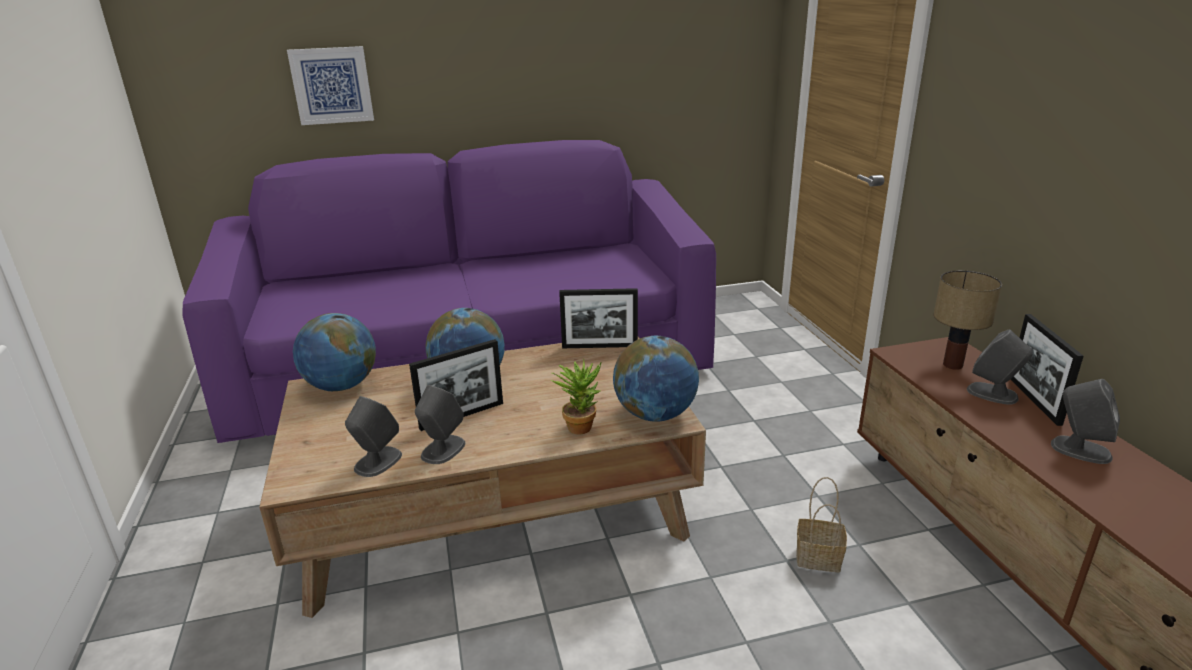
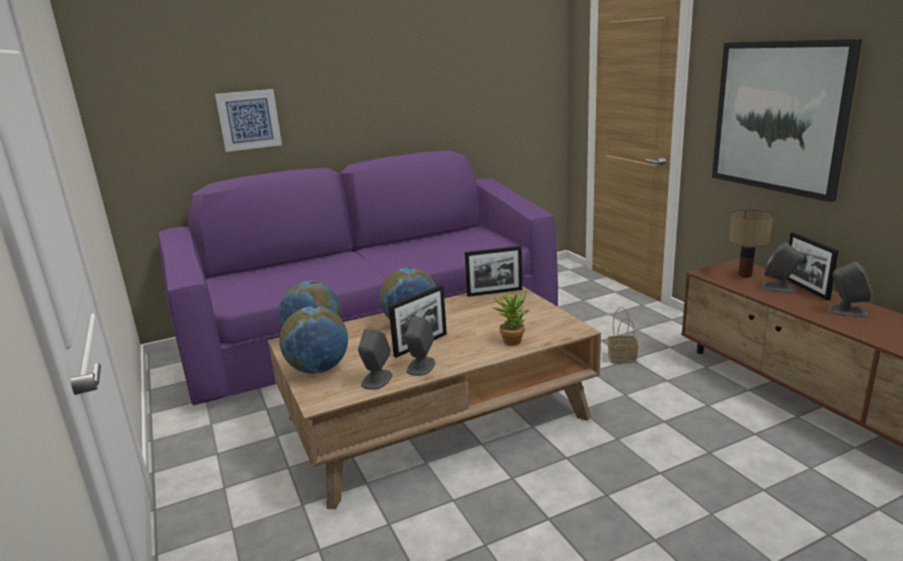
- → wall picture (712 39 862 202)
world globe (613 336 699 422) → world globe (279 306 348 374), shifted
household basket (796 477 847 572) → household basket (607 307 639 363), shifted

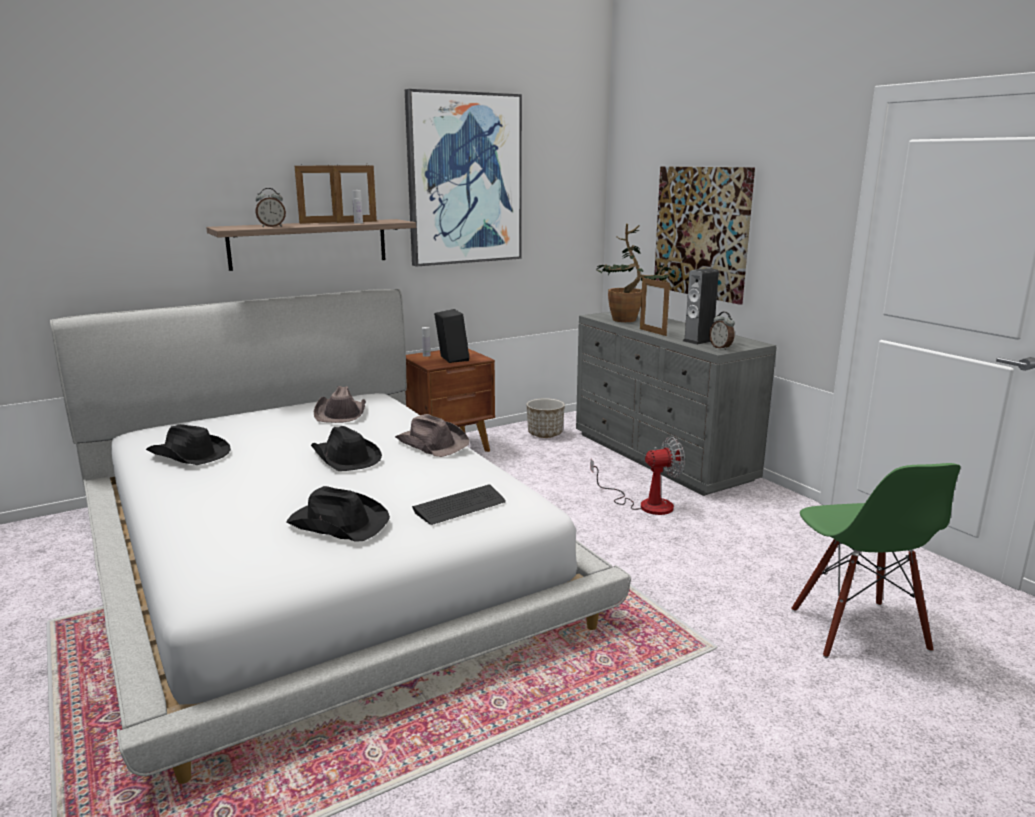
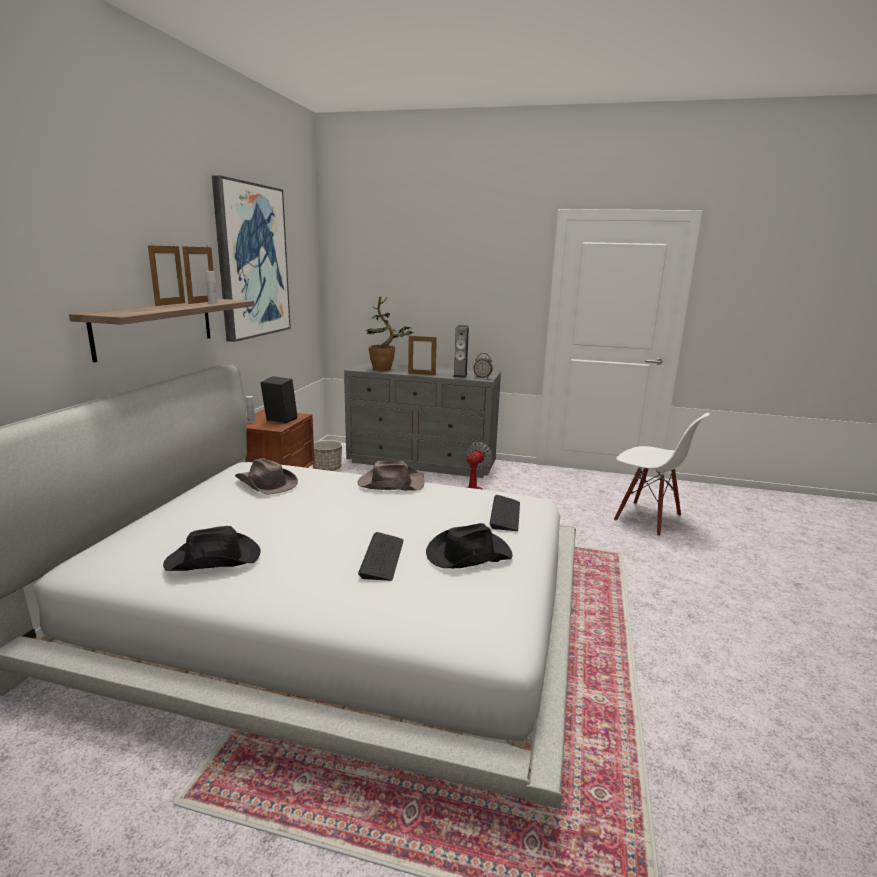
bedside clock (255 188 286 227) → -
black-coloured hat (311 426 382 471) → -
wall picture (654 166 755 305) → -
- → PC keyboard (358 532 404 581)
greenish upright chair (791 463 961 658) → white upright chair (614 413 710 536)

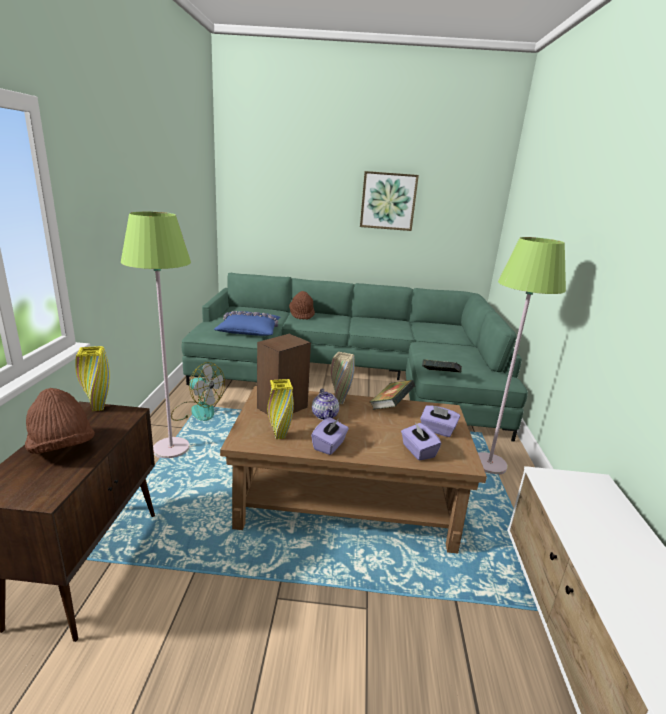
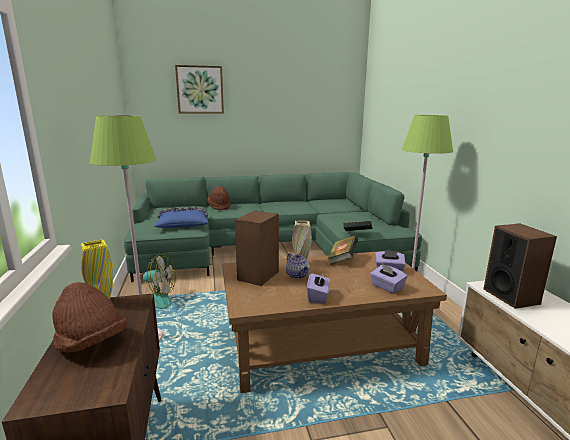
yellowish decorative vase (267 379 294 439) → -
- → speaker (483 223 557 309)
wall picture (360 171 419 231) → wall picture (175 65 224 113), shifted

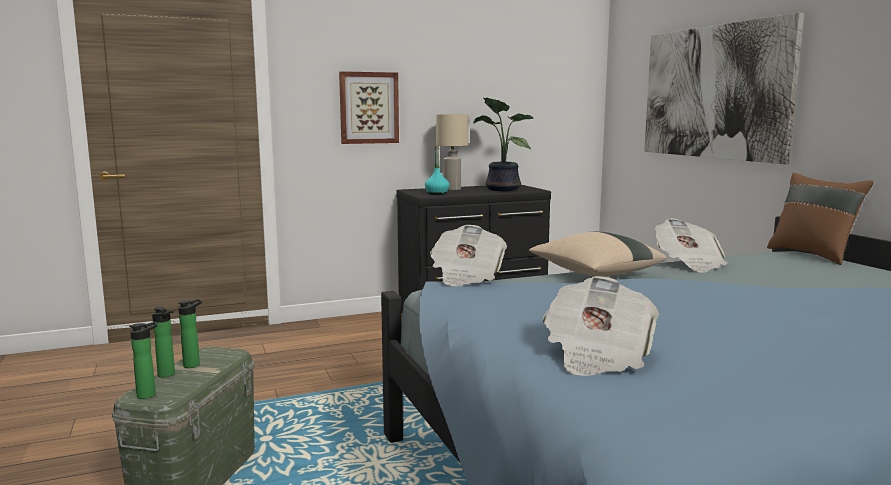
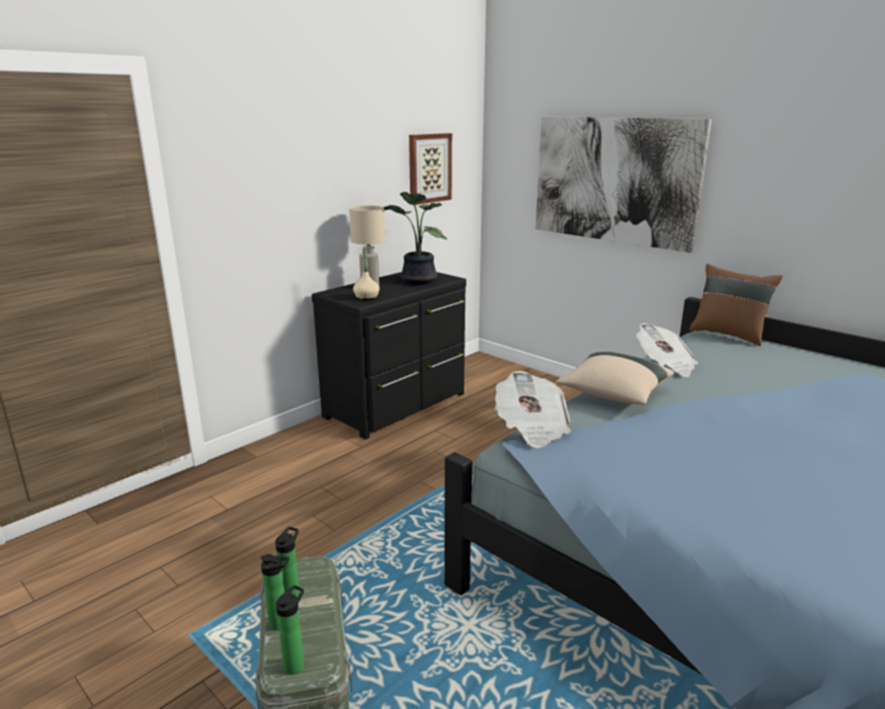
newspaper (543 276 659 376) → -
wall picture (339 71 399 144) → wall picture (409 133 452 205), shifted
turquoise beverage bottle (425 146 449 195) → beige-coloured beverage bottle (353 248 380 301)

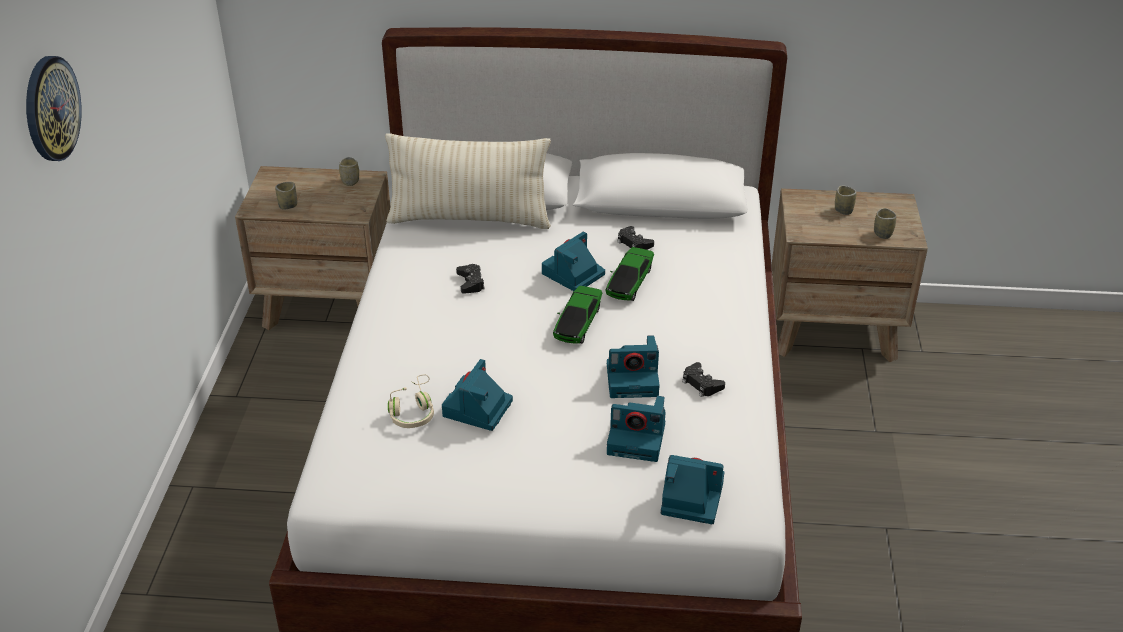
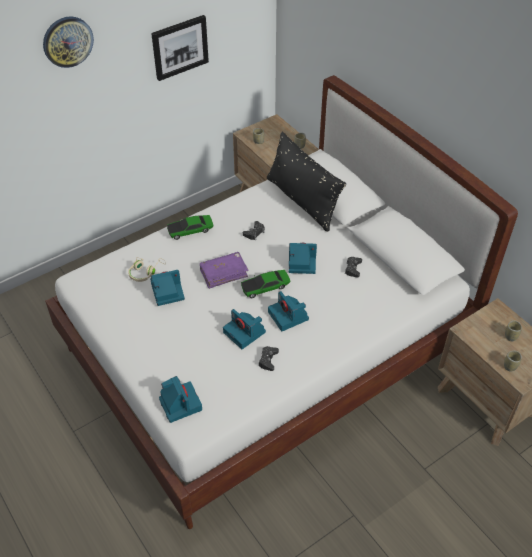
- → wall picture (151 15 209 81)
- → purplish volume (200 252 249 289)
miniature car (606 247 654 301) → miniature car (167 215 214 240), shifted
still camera (607 396 666 462) → still camera (268 291 309 331), shifted
beige-coloured cushion (385 133 551 229) → black-coloured cushion (267 132 346 232)

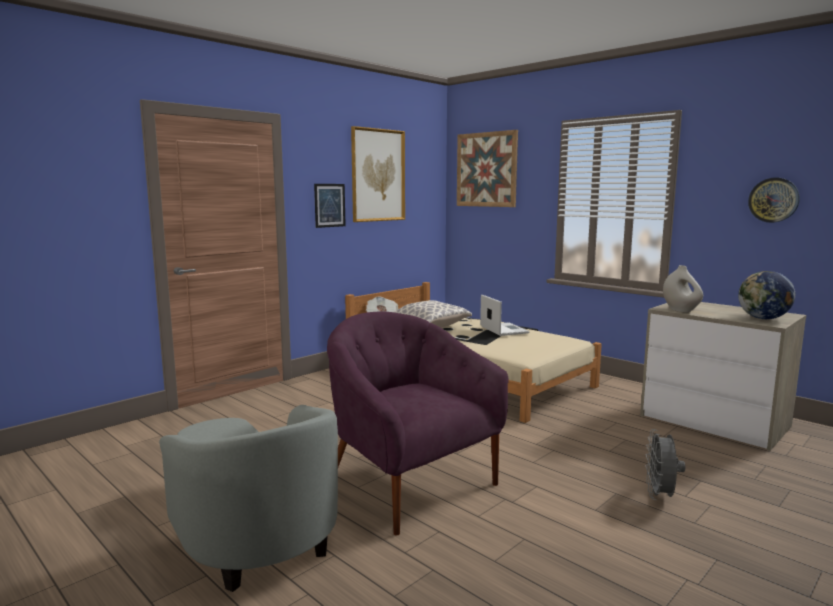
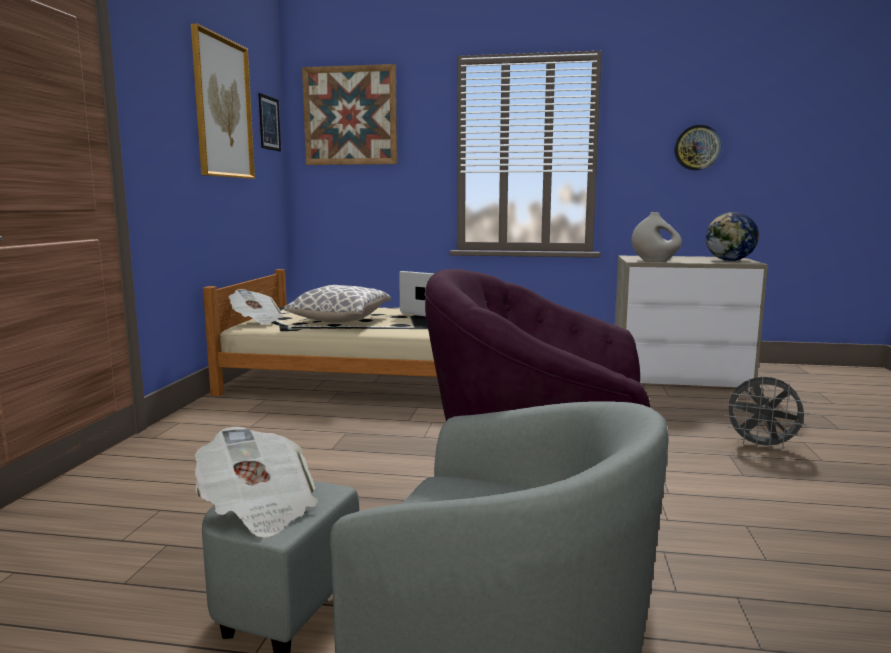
- → newspaper (195 426 318 538)
wall picture (314 184 346 228) → wall picture (258 93 281 151), shifted
grey cooling fan (645 429 685 500) → grey cooling fan (724 376 810 451), 45 degrees counterclockwise

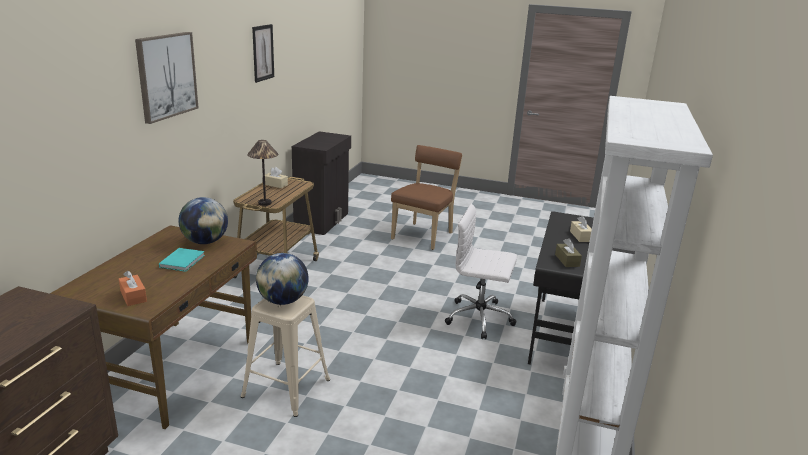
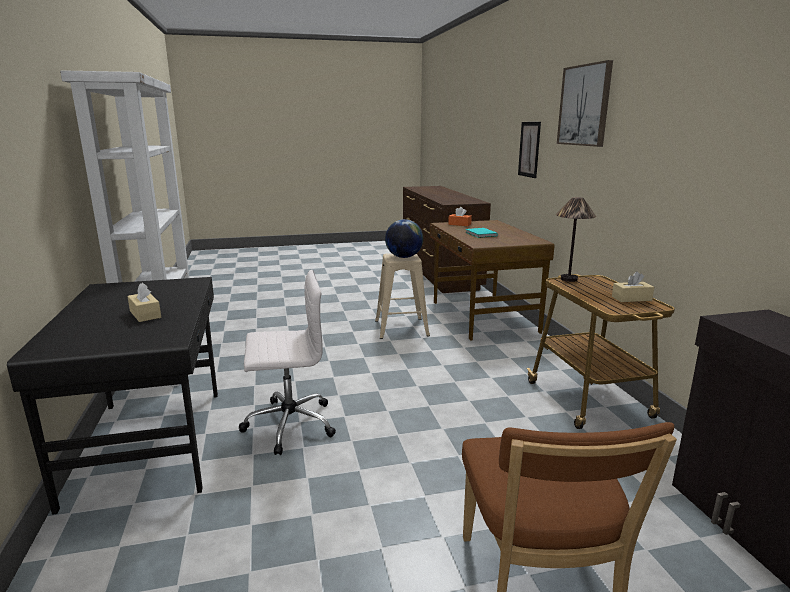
world globe (179 197 228 244) → -
brown tissue holder (555 238 582 267) → -
wall picture (252 24 274 83) → wall picture (518 122 541 178), shifted

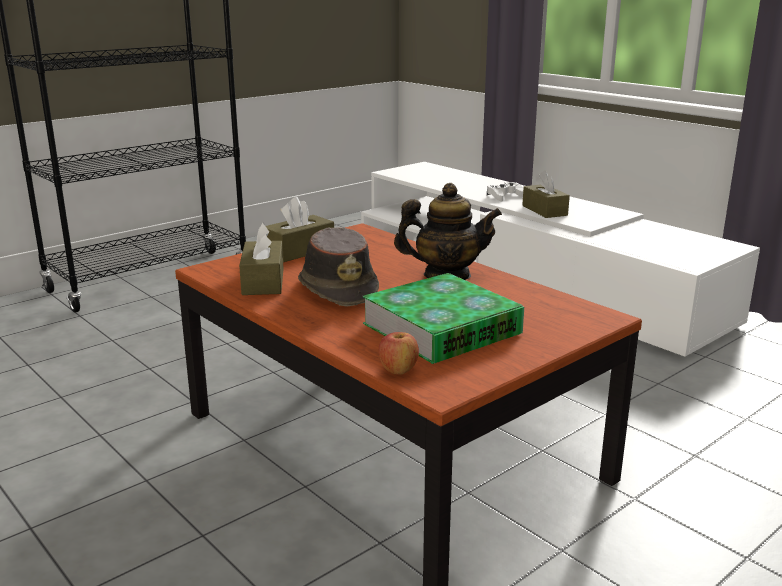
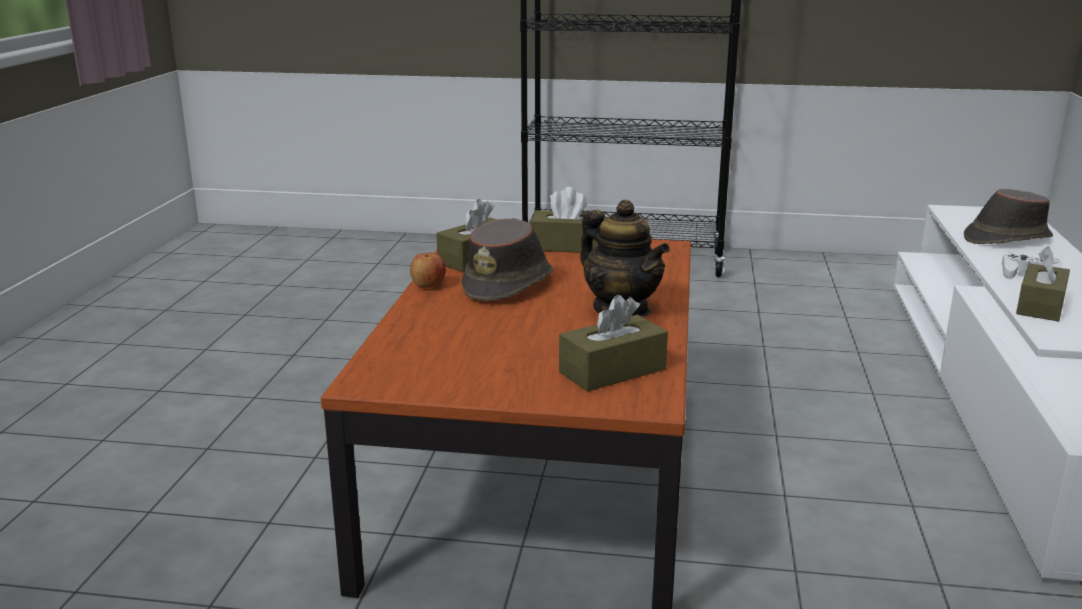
volume (363 273 524 364) → -
- → brown tissue holder (559 295 668 392)
- → brown hat (964 189 1053 244)
apple (379 332 419 375) → apple (410 253 446 288), shifted

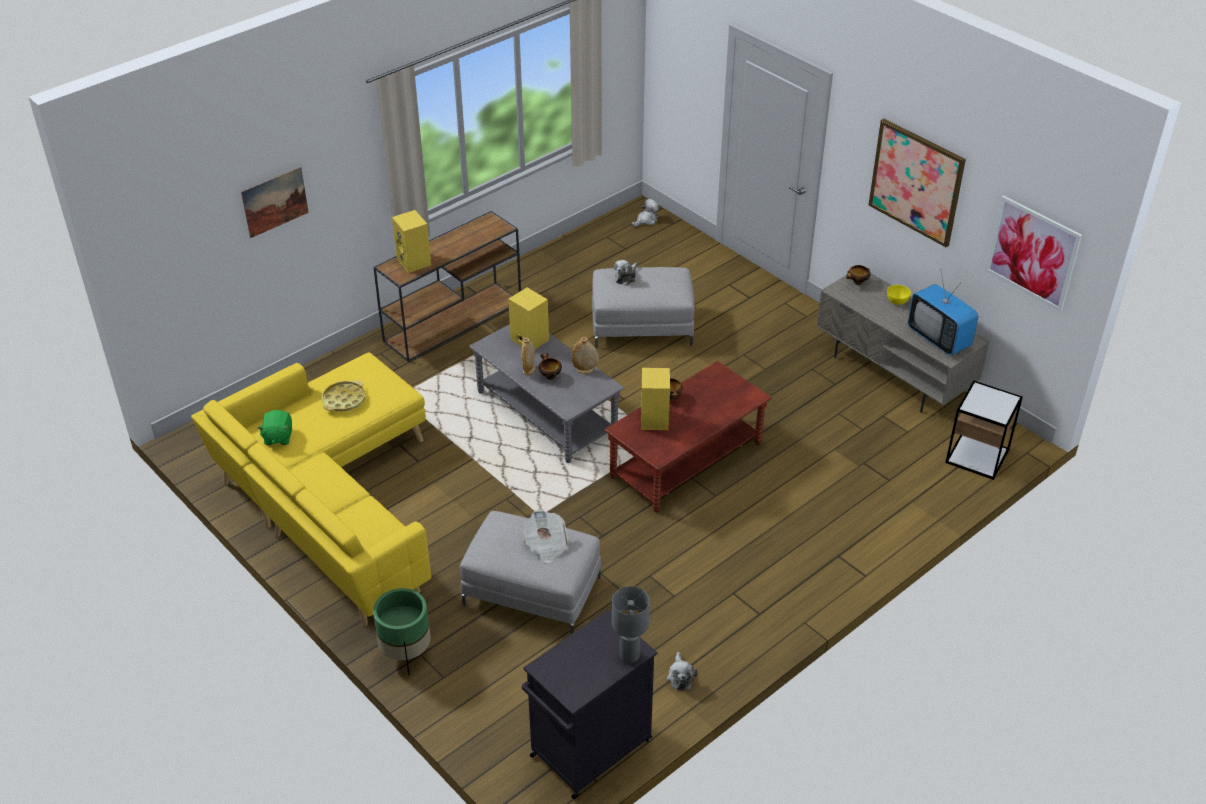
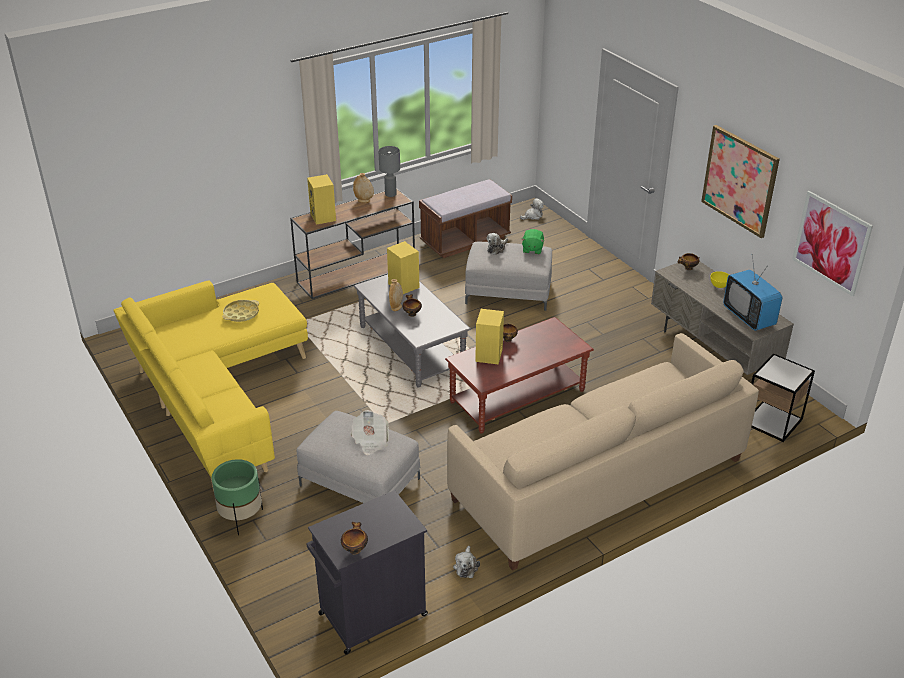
wall picture (241 166 309 238) → -
- → serving bowl (341 522 368 555)
- → brown bench (419 179 512 258)
- → beige-coloured settee (447 333 759 571)
greenish soft toy (258 410 292 445) → greenish soft toy (521 229 544 255), shifted
beige-coloured decorative vase (571 337 599 374) → beige-coloured decorative vase (353 173 374 203), shifted
grey lamp for a table (612 586 650 663) → grey lamp for a table (379 146 400 197), shifted

